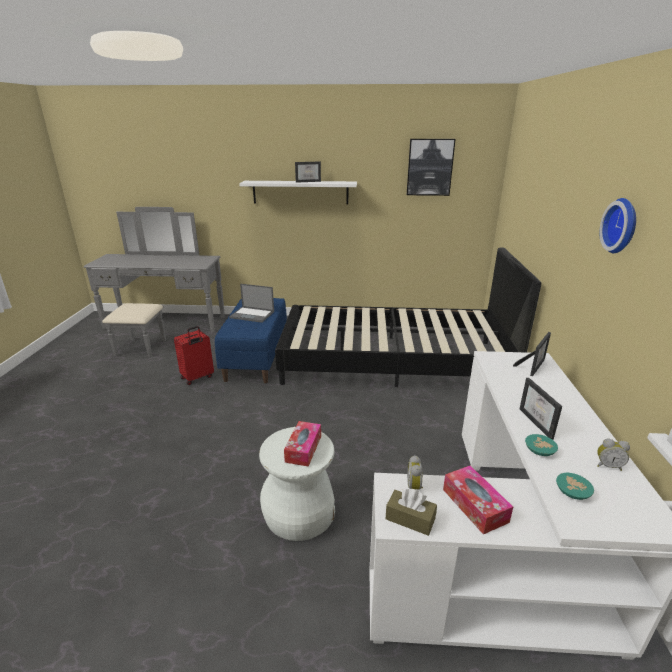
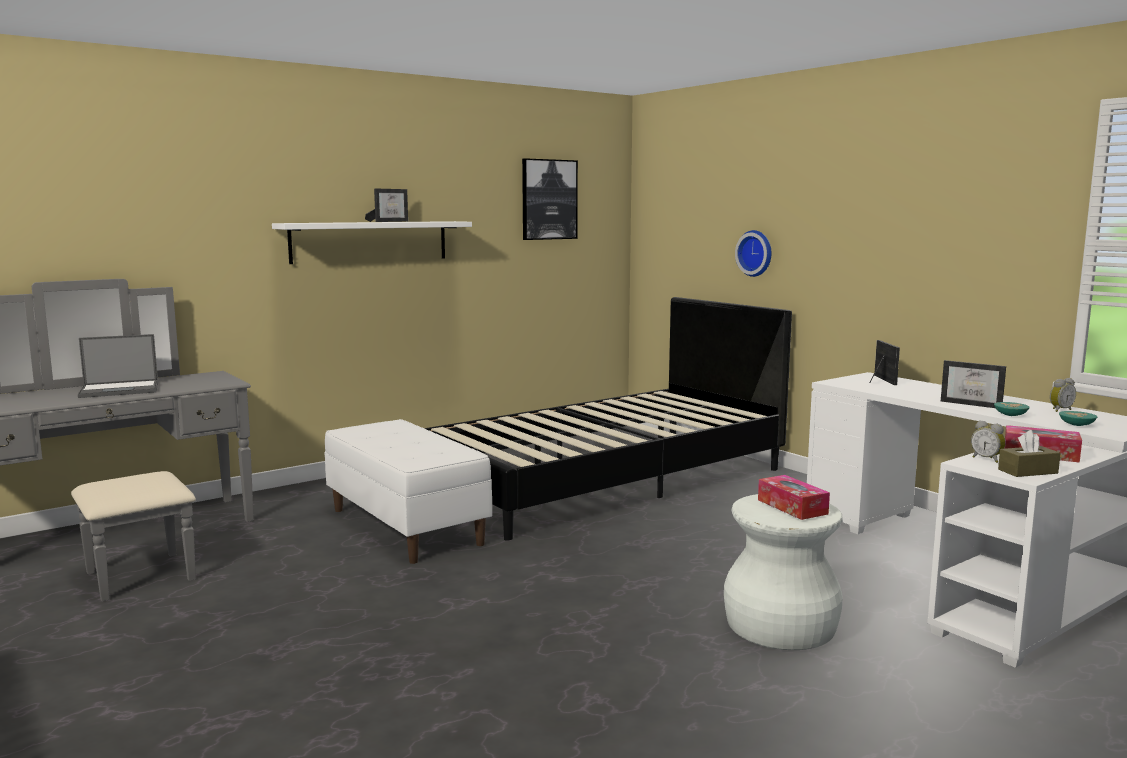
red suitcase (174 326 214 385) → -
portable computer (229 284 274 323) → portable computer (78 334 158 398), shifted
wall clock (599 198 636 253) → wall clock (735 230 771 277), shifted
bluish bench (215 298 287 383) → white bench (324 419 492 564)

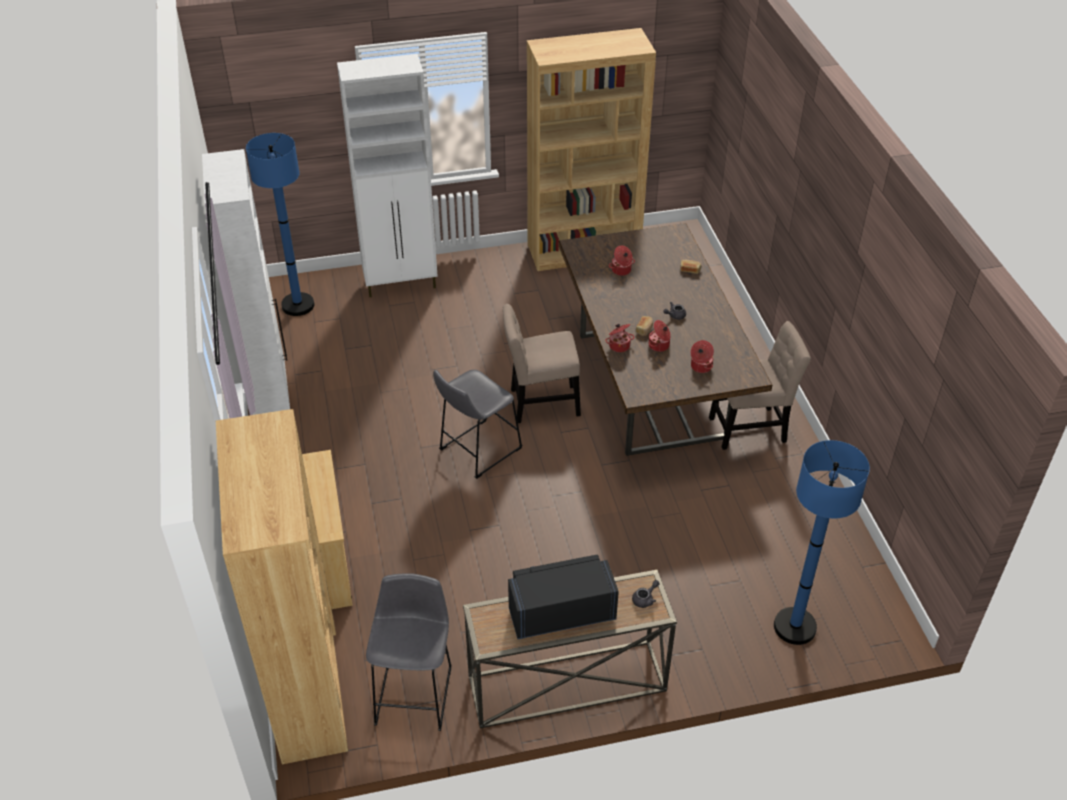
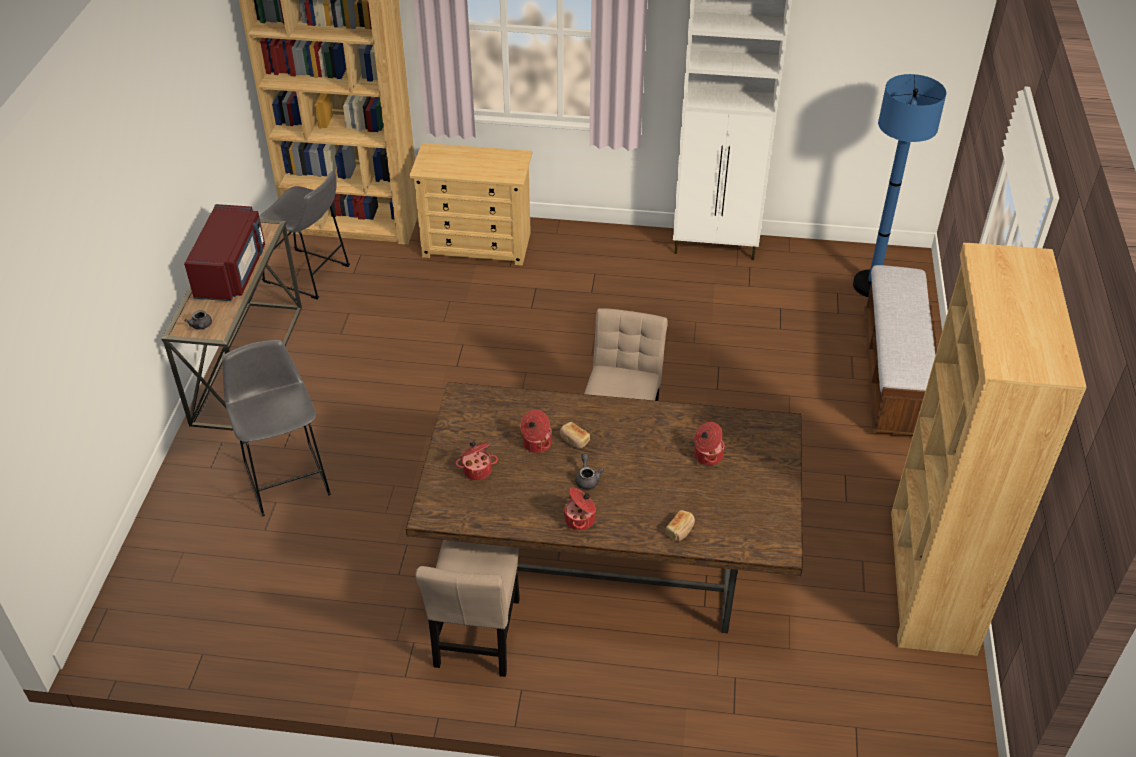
bluish standing lamp (774 440 870 645) → -
grey sitting stool (433 369 523 479) → grey sitting stool (222 339 331 516), shifted
saucepot (605 324 634 352) → saucepot (563 488 596 531), shifted
white cupboard (337 54 438 297) → bench (864 265 937 436)
black-coloured microwave (508 555 619 639) → red microwave (184 204 265 301)

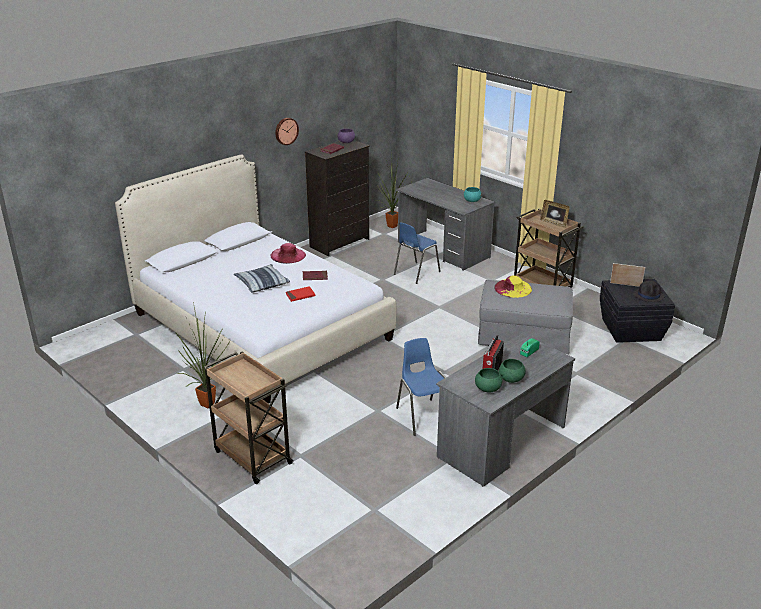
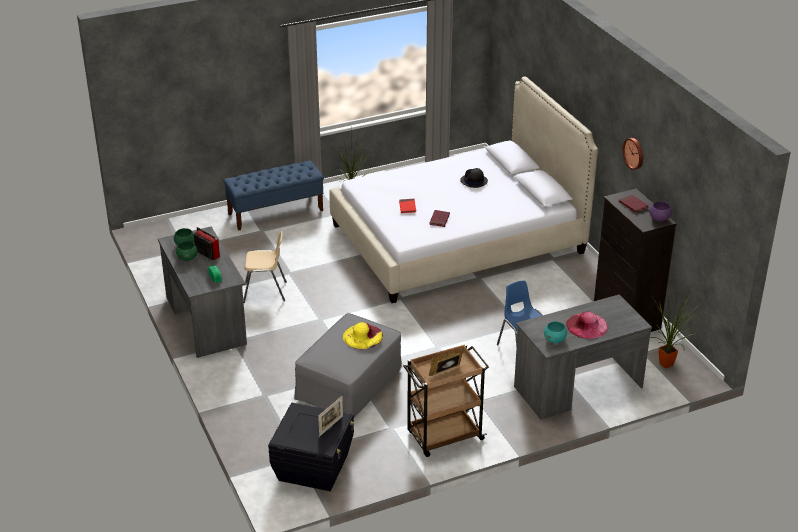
cushion (234 264 290 293) → -
pink hat (270 243 306 264) → pink hat (566 312 608 339), shifted
black-coloured hat (634 281 665 302) → black-coloured hat (460 168 488 188), shifted
brown wheeled cart (204 351 294 484) → bluish bench (223 161 324 231)
bluish upright chair (396 338 446 436) → beige-coloured upright chair (243 231 287 303)

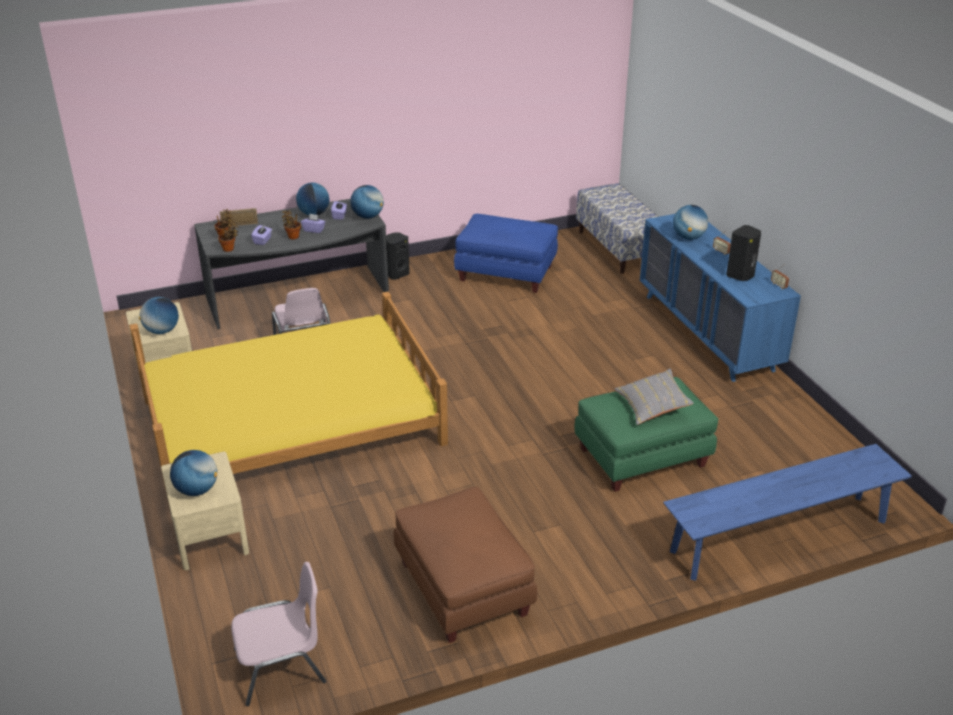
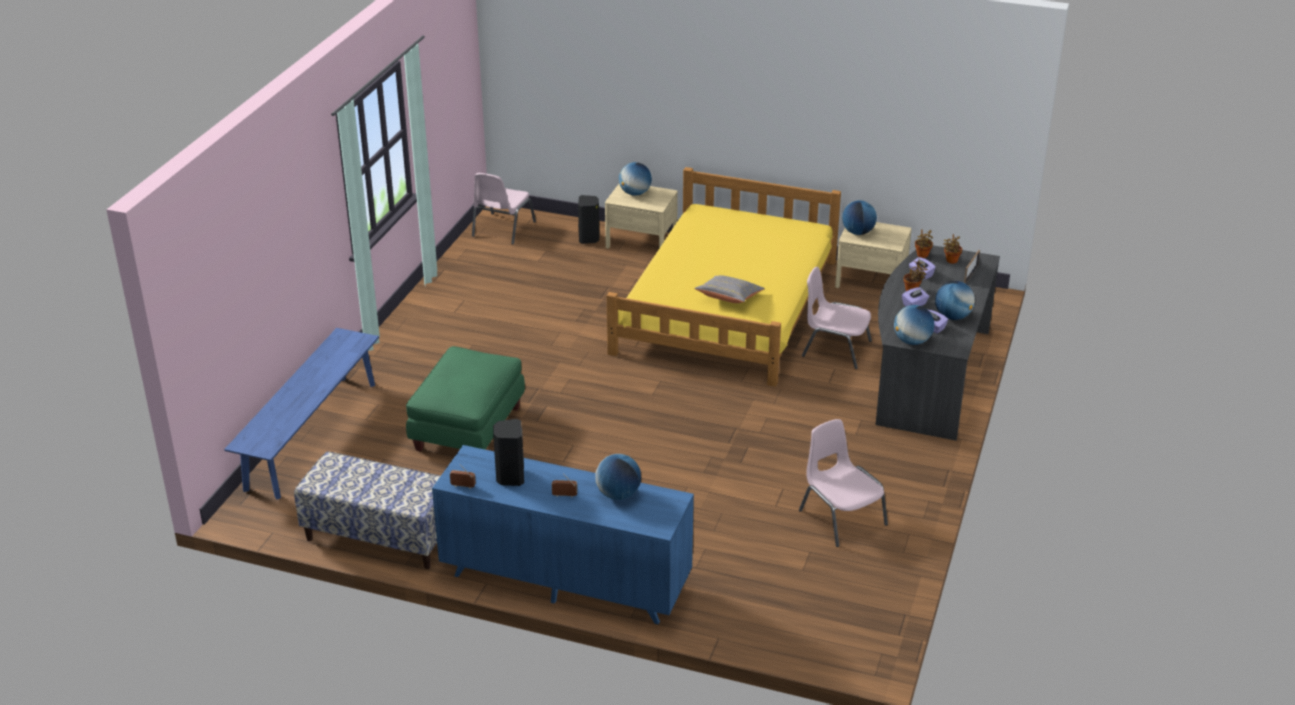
brown pouffe (394 487 537 643) → -
black-coloured speaker (386 232 410 280) → black-coloured speaker (578 195 599 244), shifted
bench (576 183 659 274) → bench (294 451 441 569), shifted
grey cushion (615 369 694 425) → grey cushion (694 275 765 303), shifted
bluish pouffe (454 214 558 293) → pink upright chair (799 419 888 547)

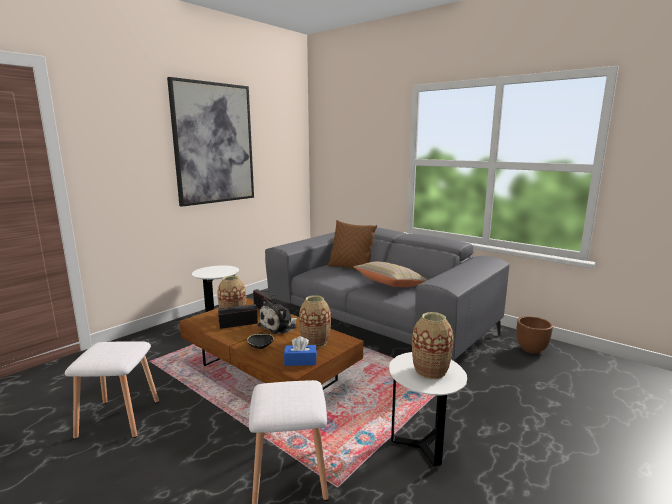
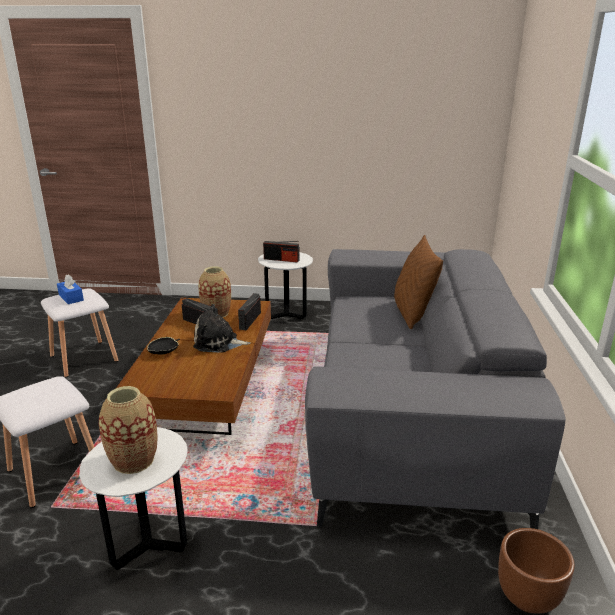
wall picture (167 77 254 207) → -
decorative vase (299 295 331 348) → -
beige-coloured cushion (353 261 428 287) → -
- → radio receiver (263 241 299 263)
bluish tissue holder (284 336 317 366) → bluish tissue holder (57 274 84 304), shifted

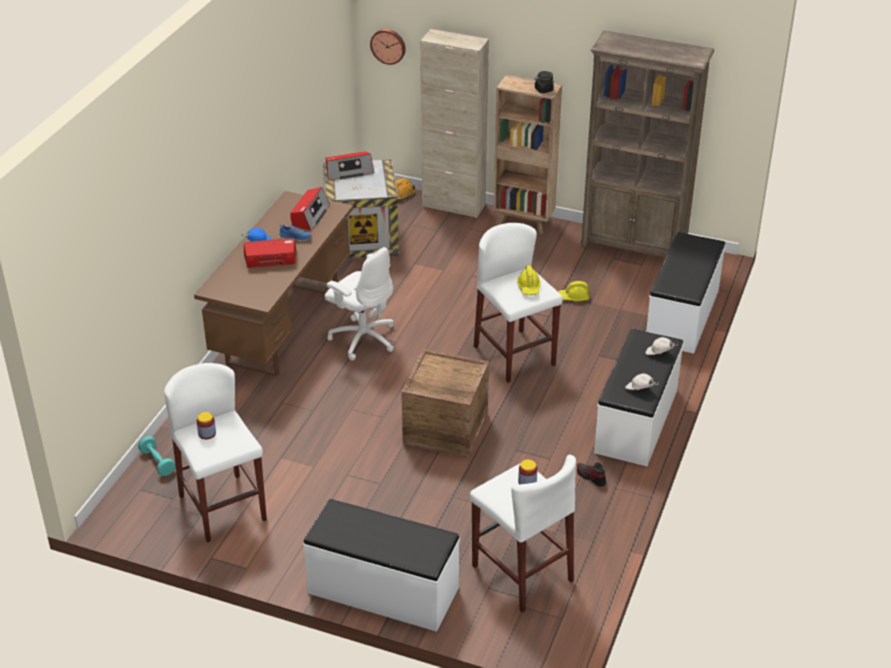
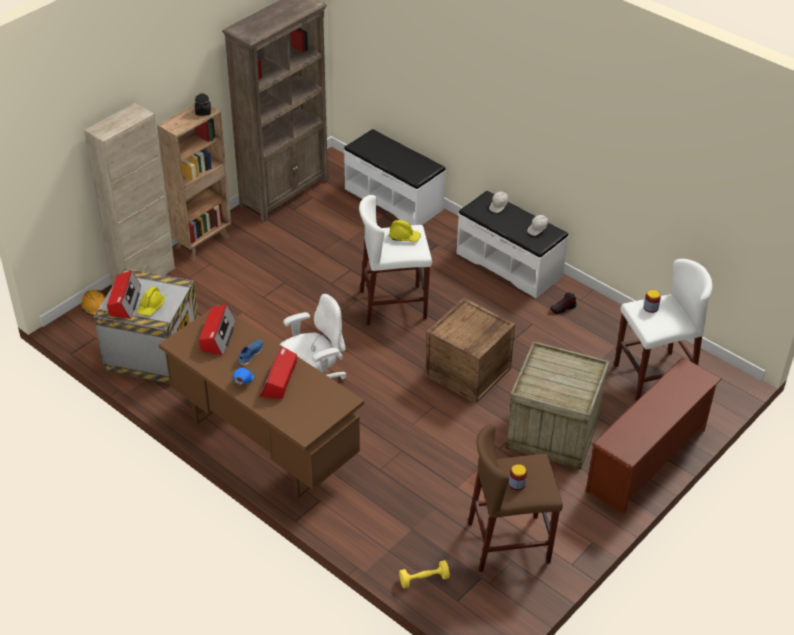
wall clock (370 29 406 65) → -
- → shipping crate (505 341 610 469)
yellowish work helmet (558 281 589 302) → yellowish work helmet (137 286 165 316), shifted
white bench (303 499 460 632) → brown shoe rack (586 357 722 514)
turquoise free weight (138 436 175 476) → yellowish free weight (399 560 450 588)
white sitting stool (164 363 267 543) → brown sitting stool (468 425 563 572)
radio receiver (290 187 330 231) → radio receiver (199 304 236 356), 60 degrees clockwise

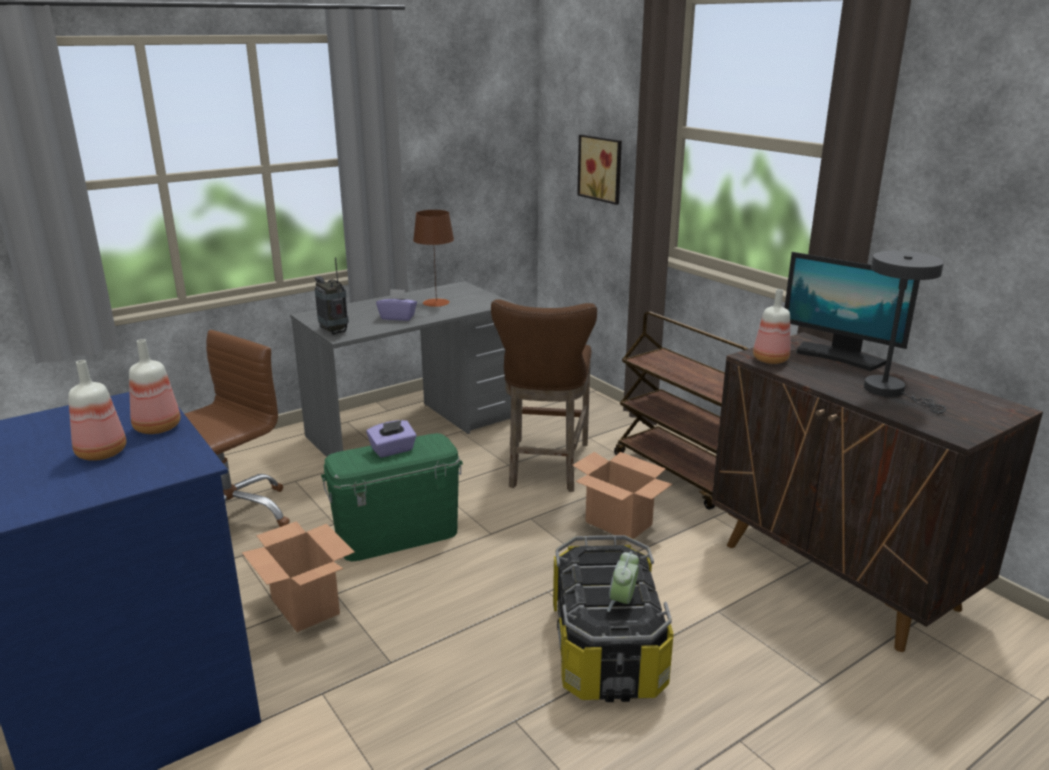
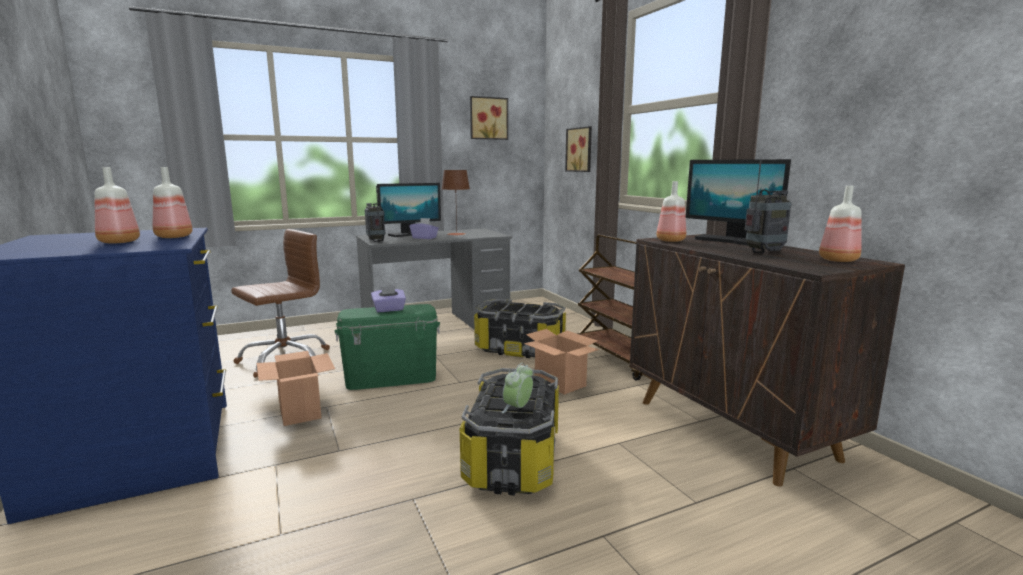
- → computer screen (377 183 441 237)
- → wall picture (470 96 508 140)
- → beverage bottle (819 186 862 262)
brown sitting stool (491 299 597 492) → storage box (474 299 566 358)
grey lamp for a table (864 251 946 414) → radio receiver (745 159 792 254)

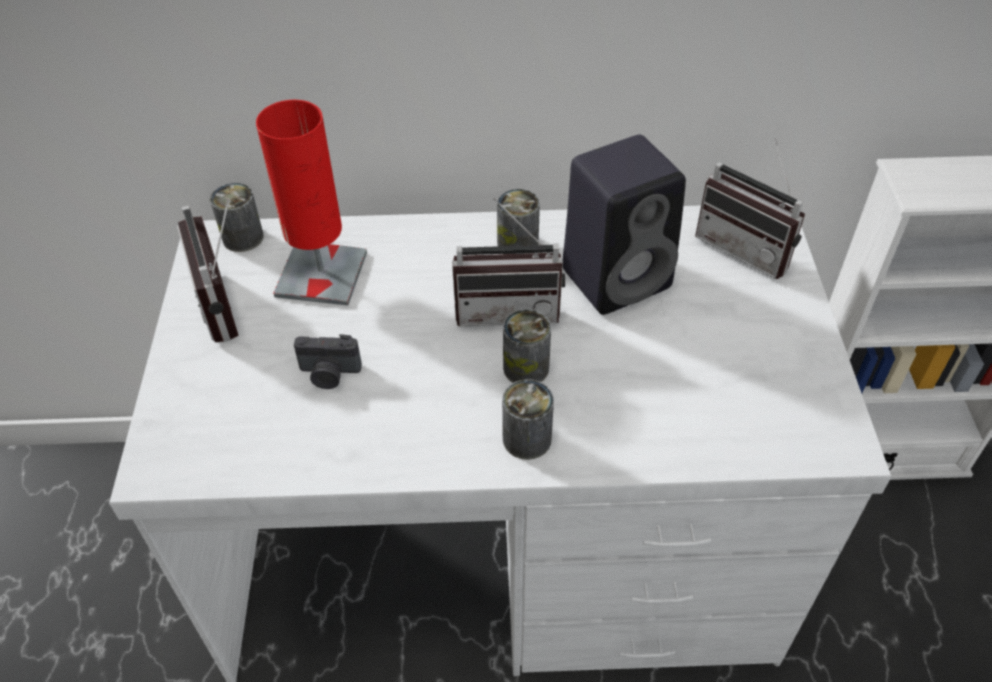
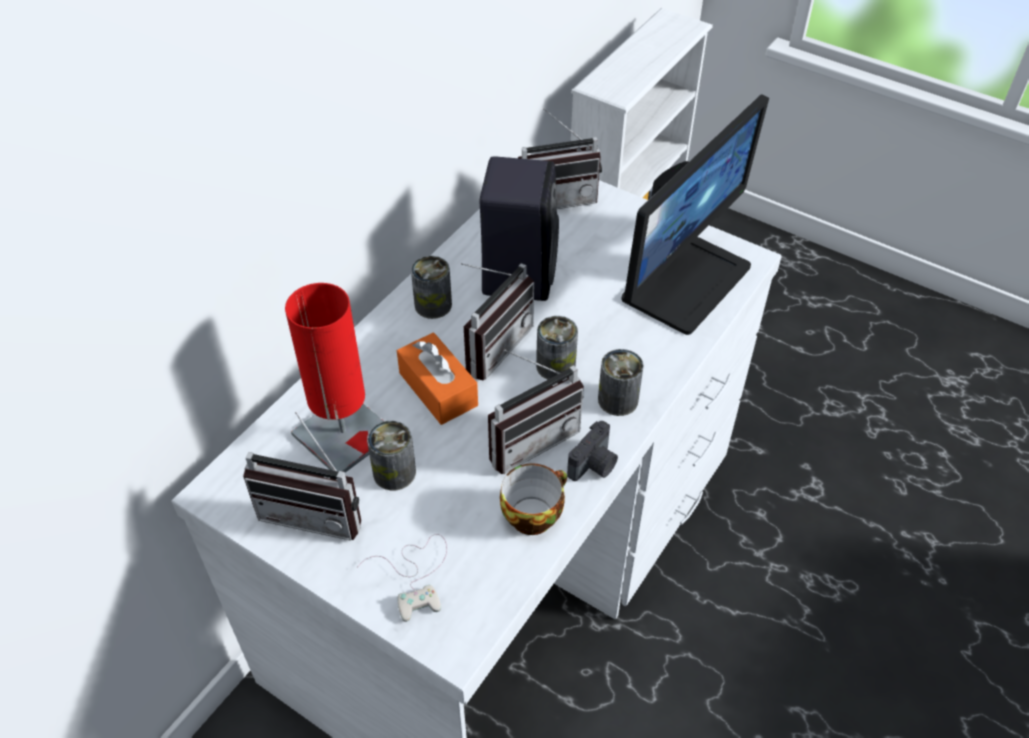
- → white gamepad (357 534 447 622)
- → orange tissue holder (397 332 478 425)
- → radio receiver (488 349 584 474)
- → drinking cup (500 463 567 535)
- → computer screen (622 94 769 335)
sealed can (210 183 264 252) → sealed can (367 421 416 490), shifted
still camera (294 334 362 389) → still camera (567 421 618 481), shifted

